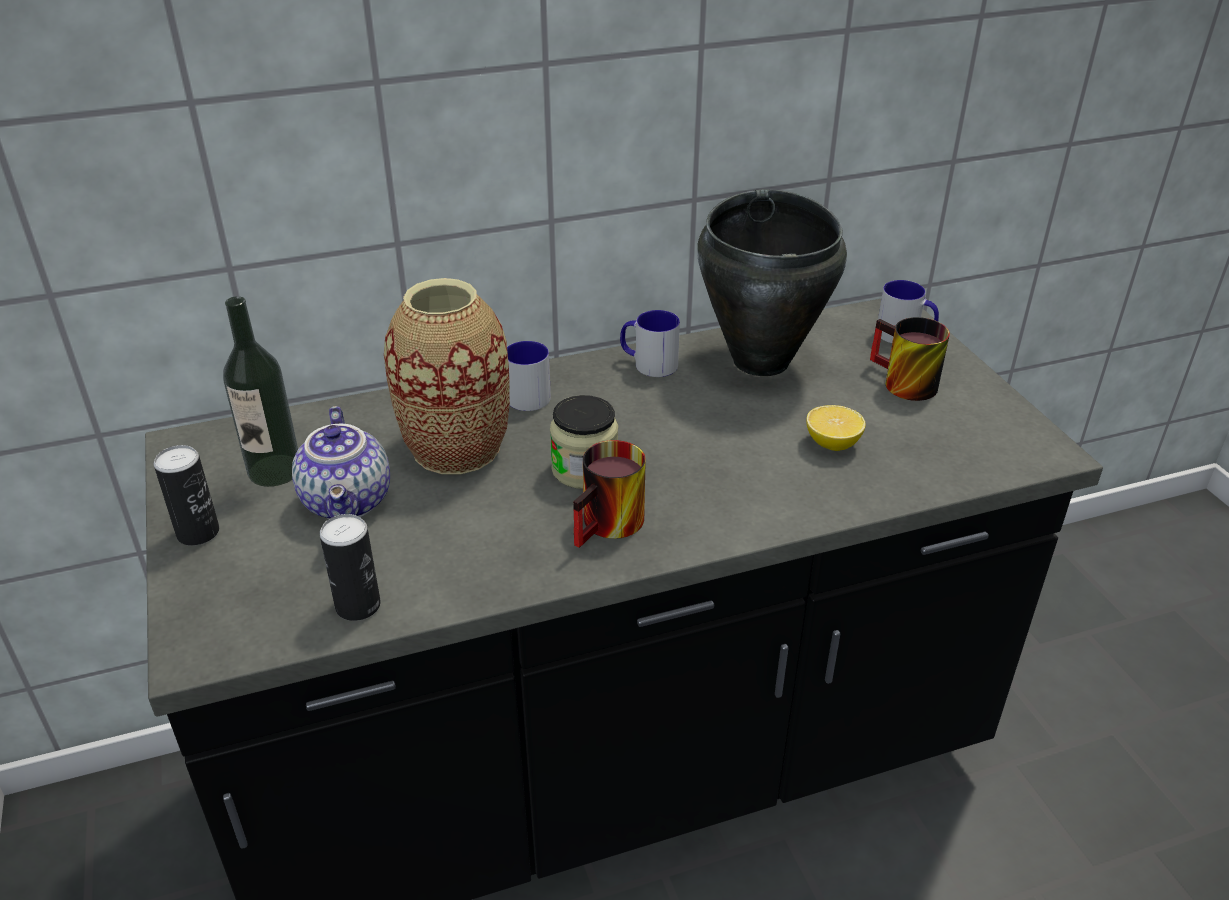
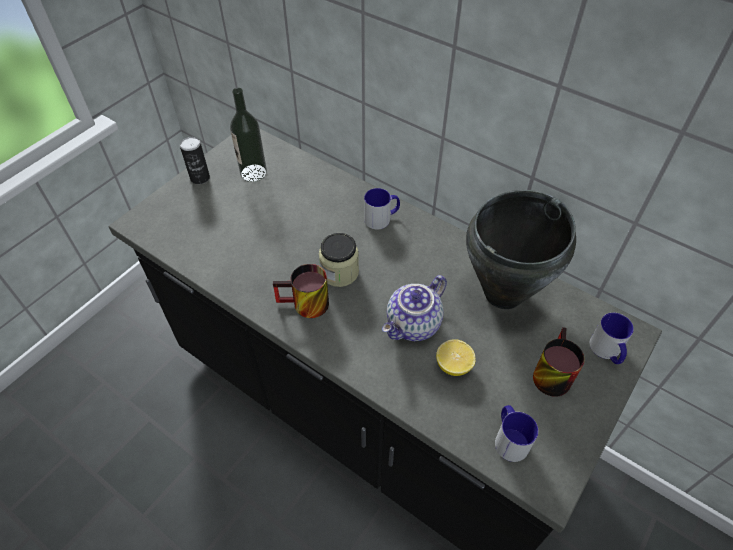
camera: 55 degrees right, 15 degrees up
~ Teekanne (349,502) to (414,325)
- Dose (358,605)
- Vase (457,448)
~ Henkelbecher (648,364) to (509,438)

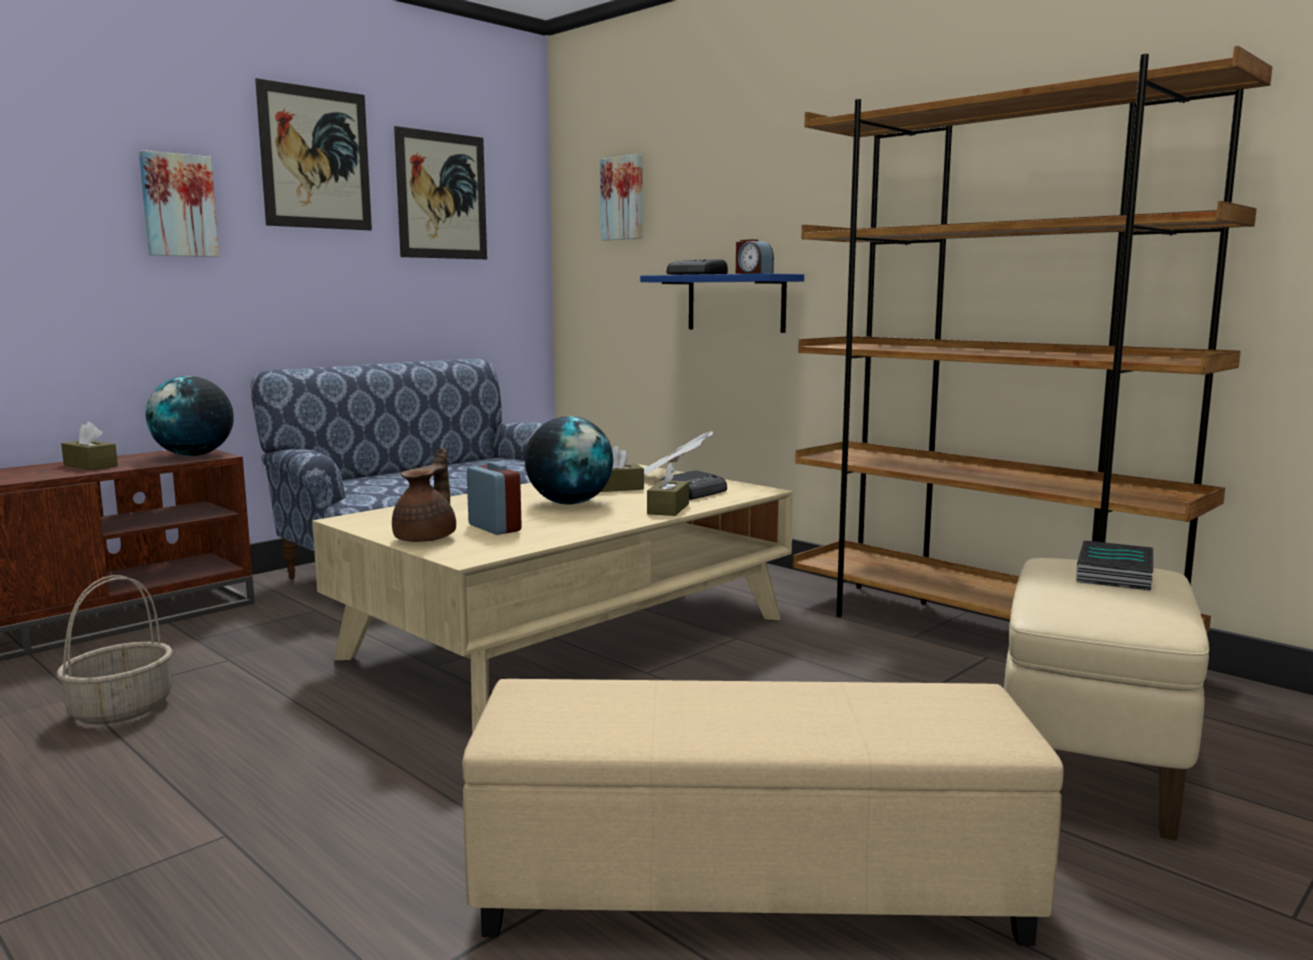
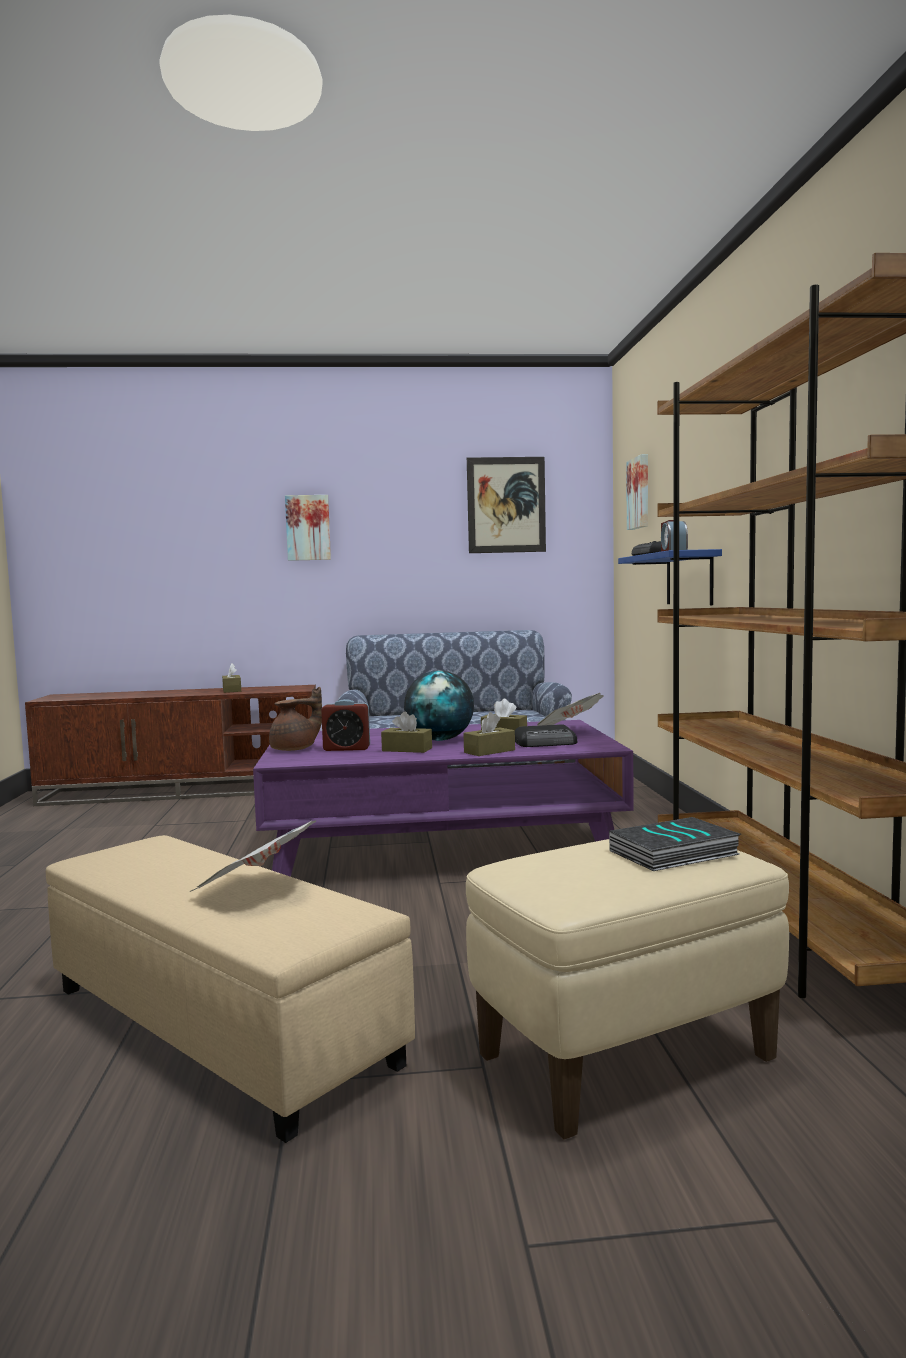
camera: 40 degrees right, 5 degrees down
- Korb (122,708)
- Globus (194,455)
- Bild (315,158)
~ Couchtisch [beige] (572,636) to Couchtisch [lila] (443,848)
~ Wecker (494,528) = (346,748) 90 degrees clockwise
+ Zeitung (255,889)
+ Taschentuchbox [braun] (407,749)

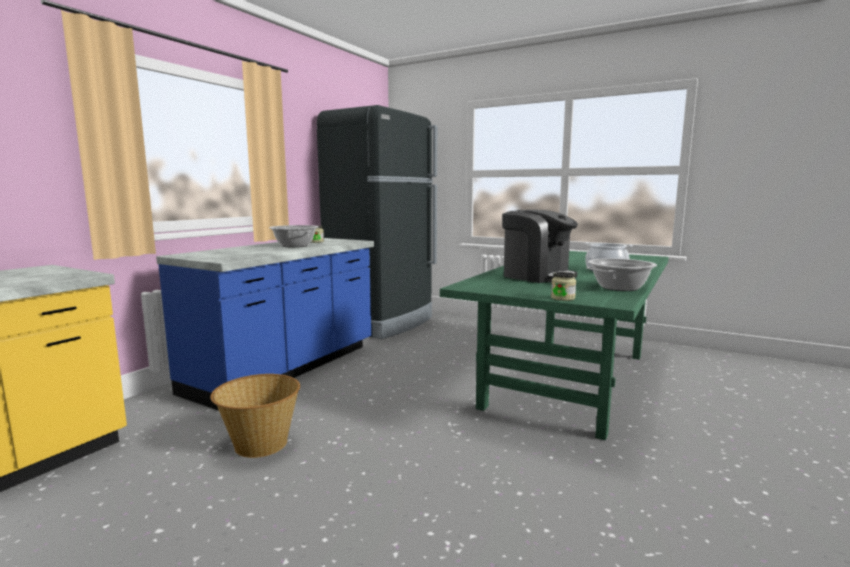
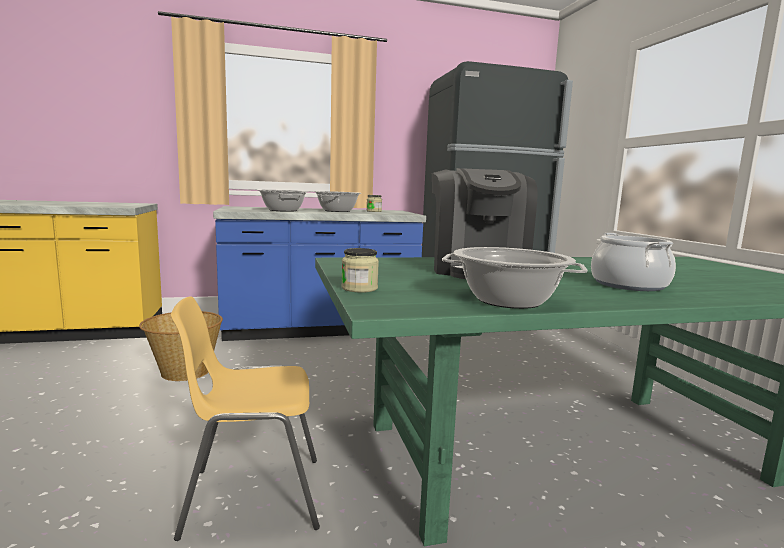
camera: 45 degrees right, 0 degrees up
+ Stuhl [gelb] (252,496)
+ Kochtopf (283,210)

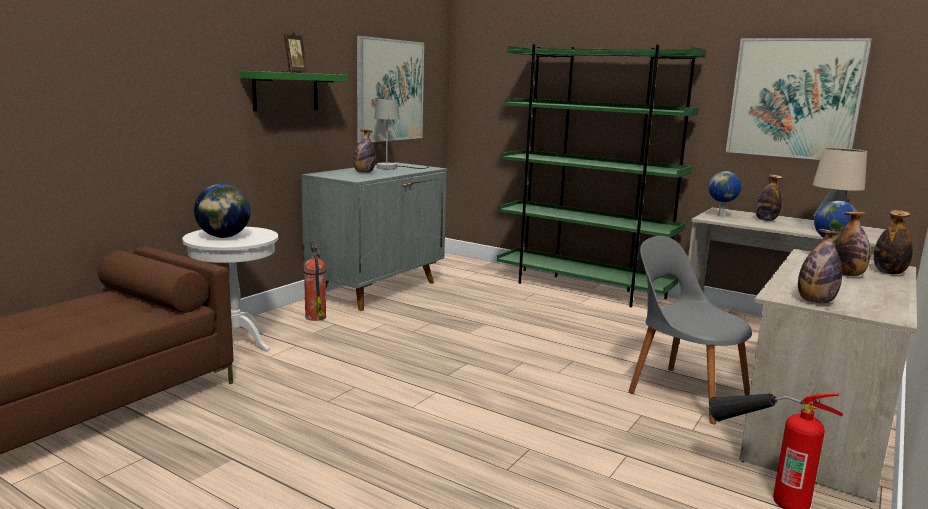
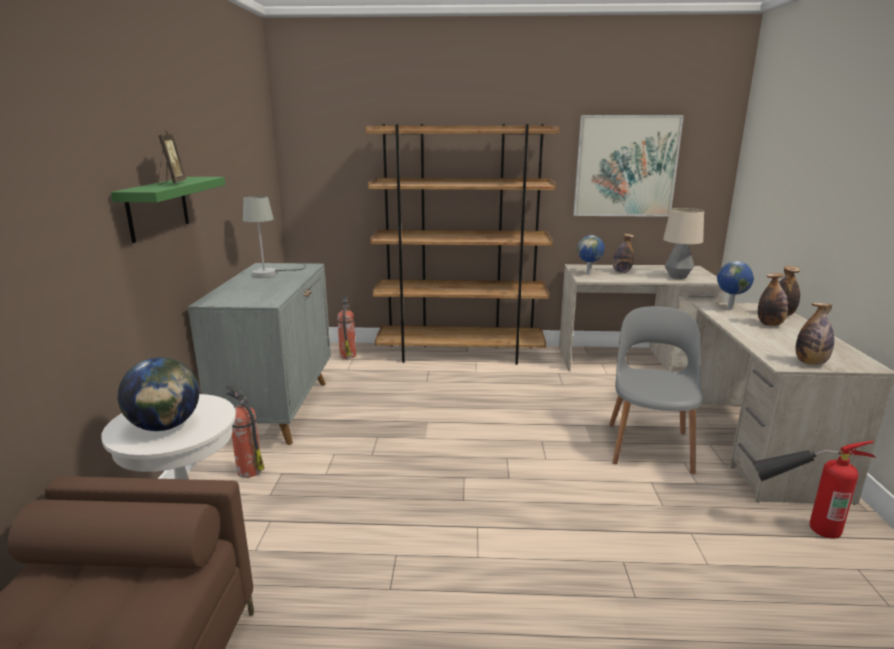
camera: 30 degrees left, 5 degrees up
- Flasche (364,172)
- Bild (390,90)
~ Bücherregal [grün] (582,289) to Bücherregal [braun] (460,354)
~ Stuhl [grau] (684,392) = (649,445) 90 degrees clockwise
+ Feuerlöscher (348,355)

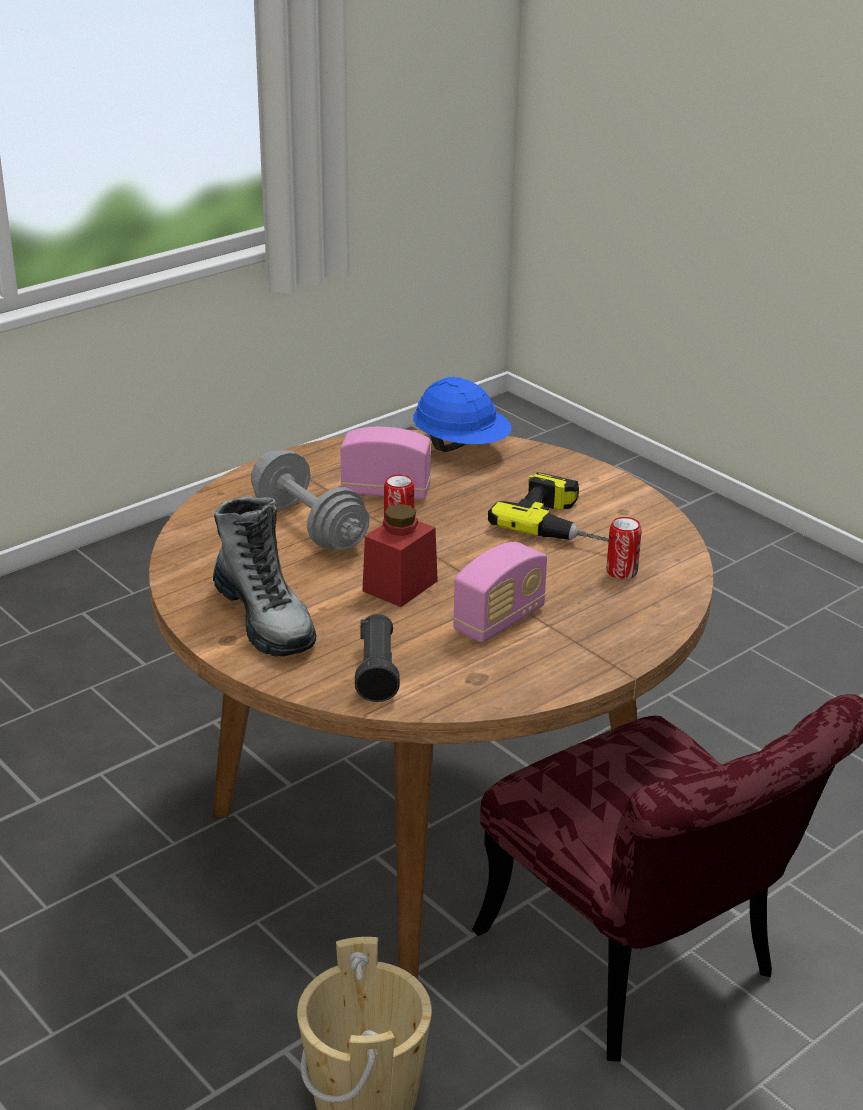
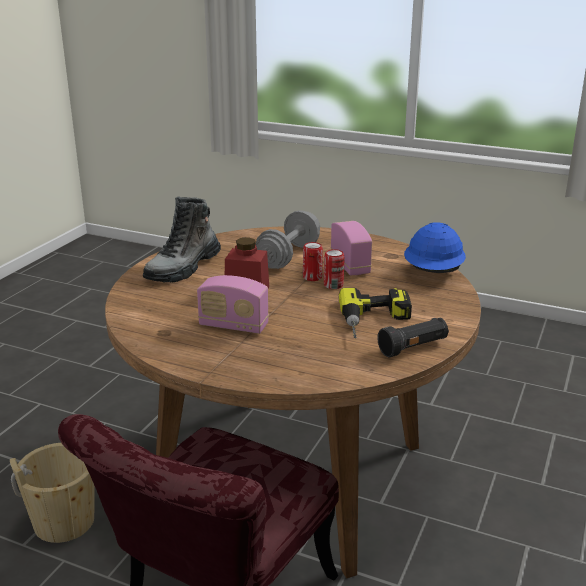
camera: 65 degrees right, 5 degrees down
~ Taschenlampe [schwarz] (377,672) to (413,348)
~ Dose (621,572) to (333,285)

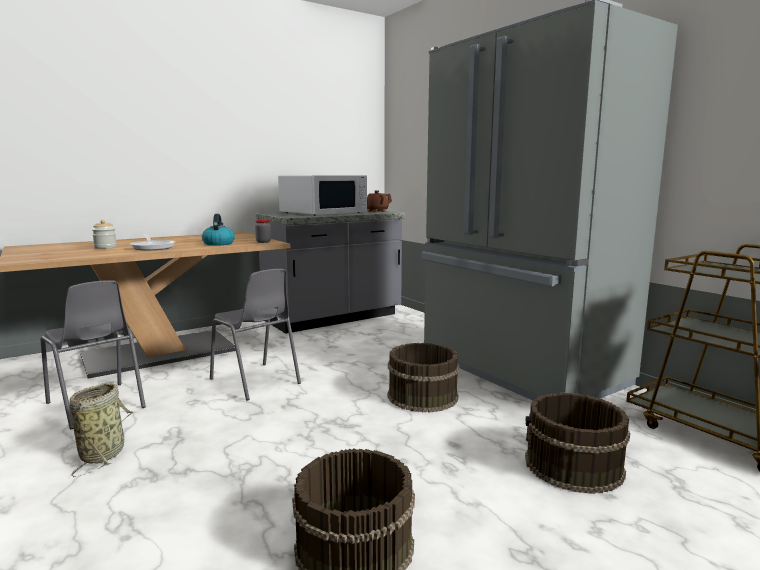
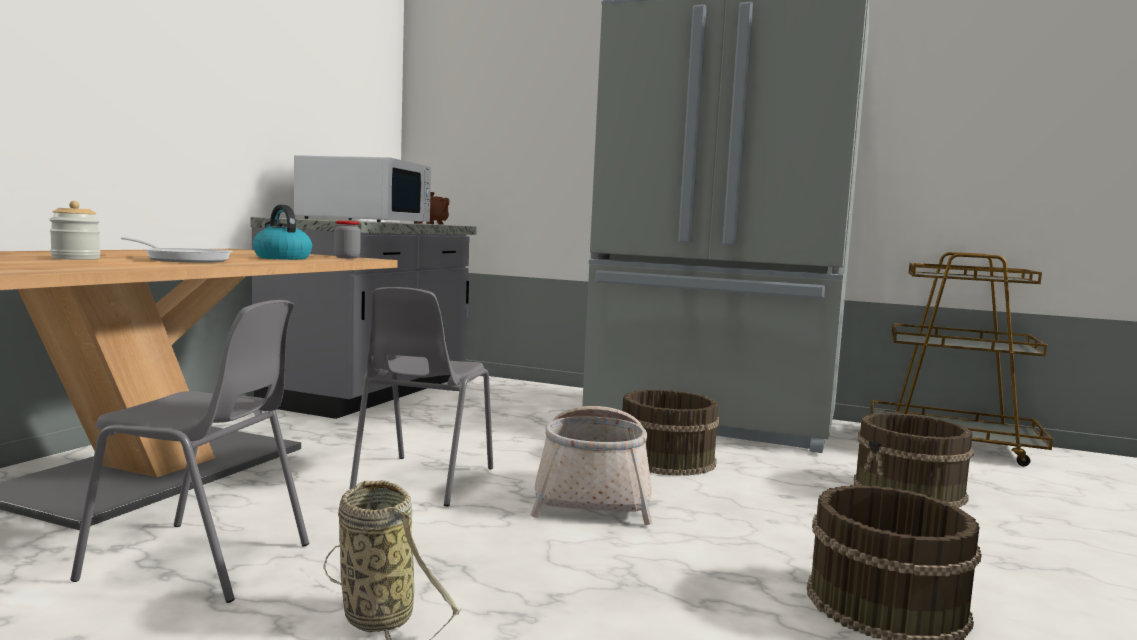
camera: 35 degrees left, 5 degrees down
~ Stuhl [grau] (255,381) = (422,481) 90 degrees clockwise
+ Korb (593,494)

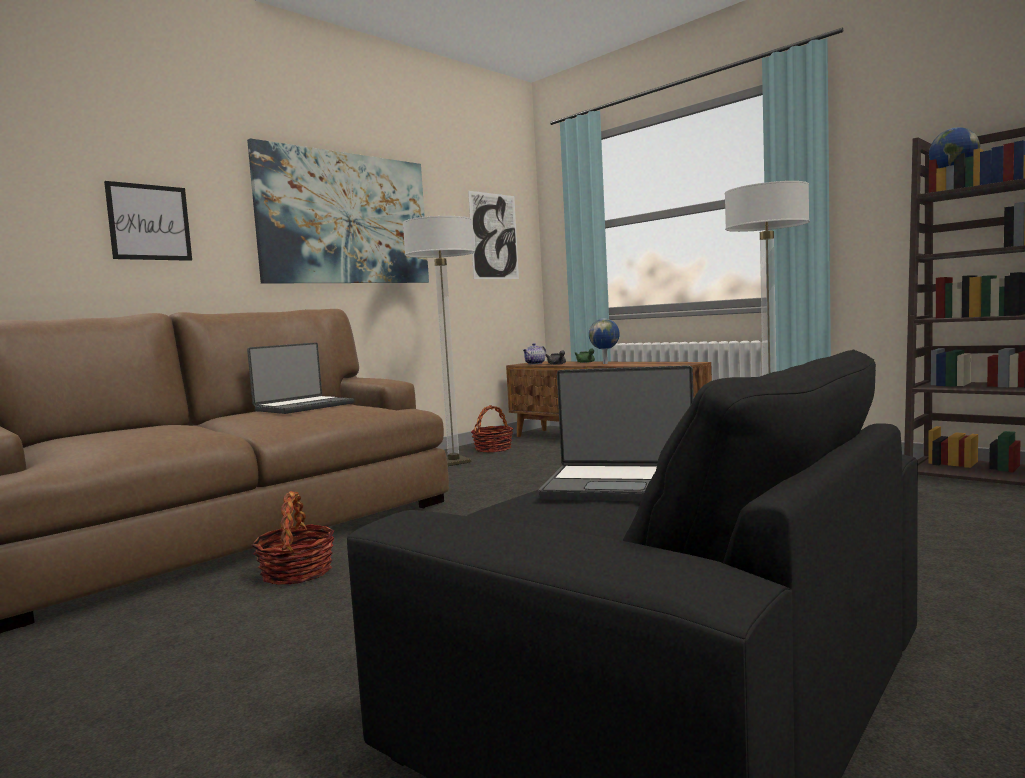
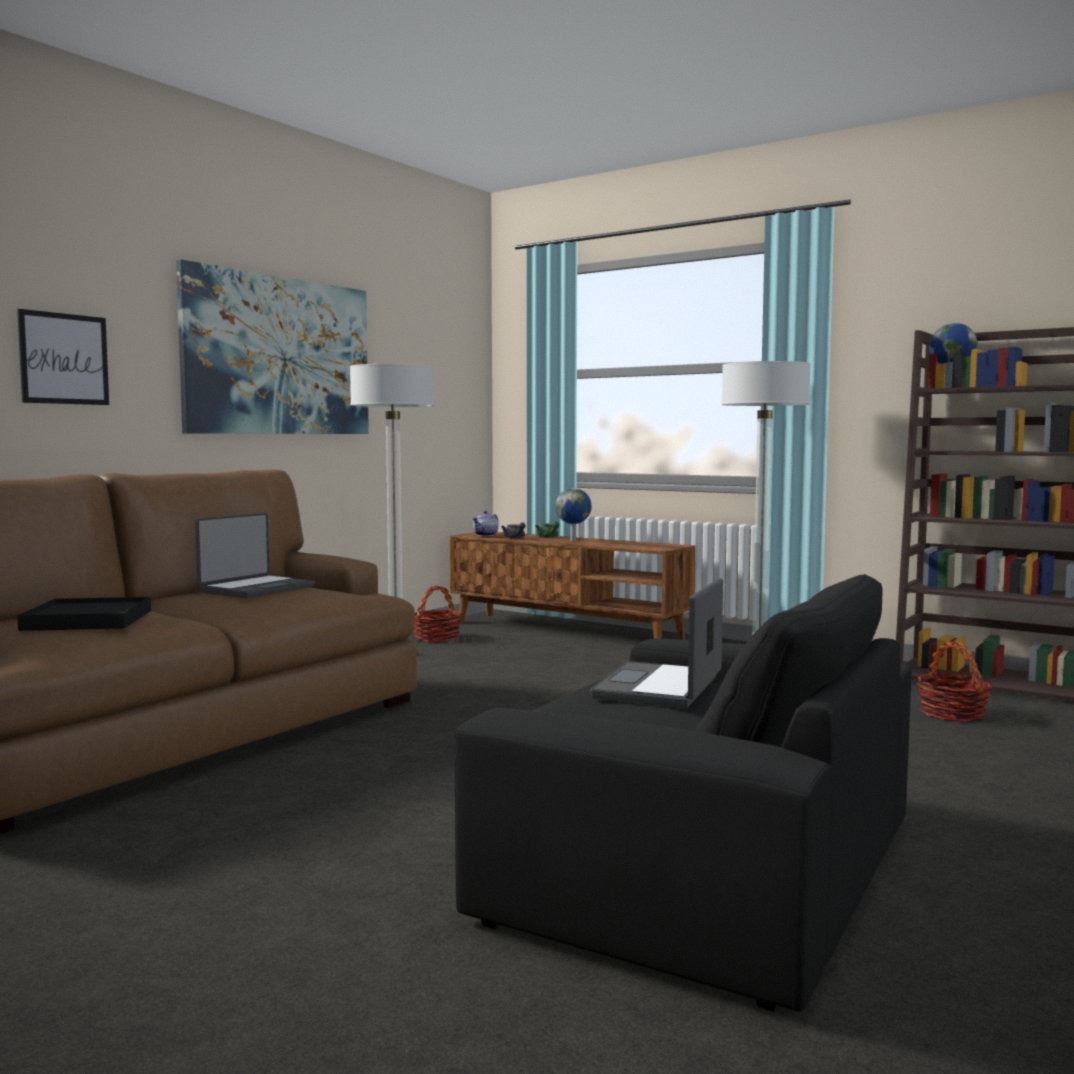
camera: 10 degrees left, 0 degrees up
~ Korb (297,573) to (952,714)
- Bild (494,236)
~ Laptop (621,486) = (661,688) 105 degrees clockwise
+ Tablett [schwarz] (87,620)

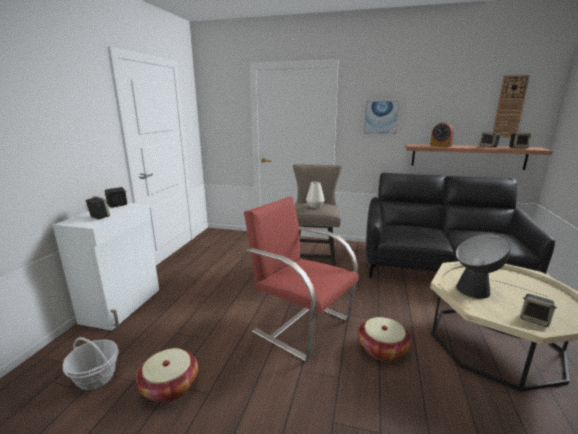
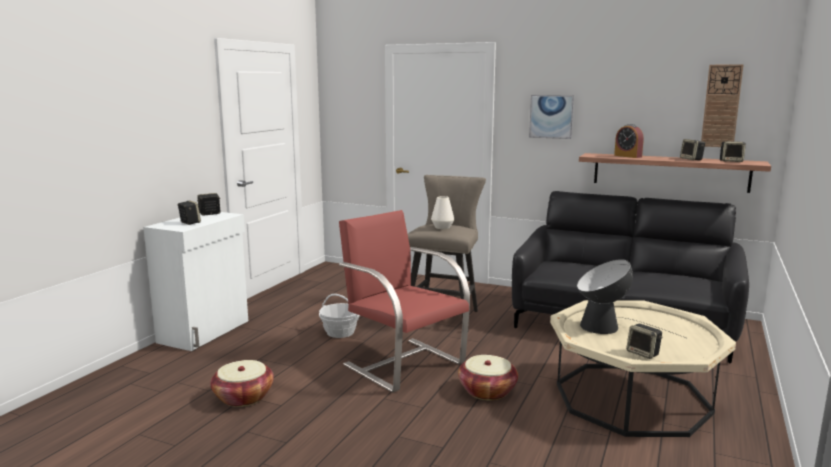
camera: 10 degrees right, 5 degrees down
~ Korb (96,377) to (340,332)

